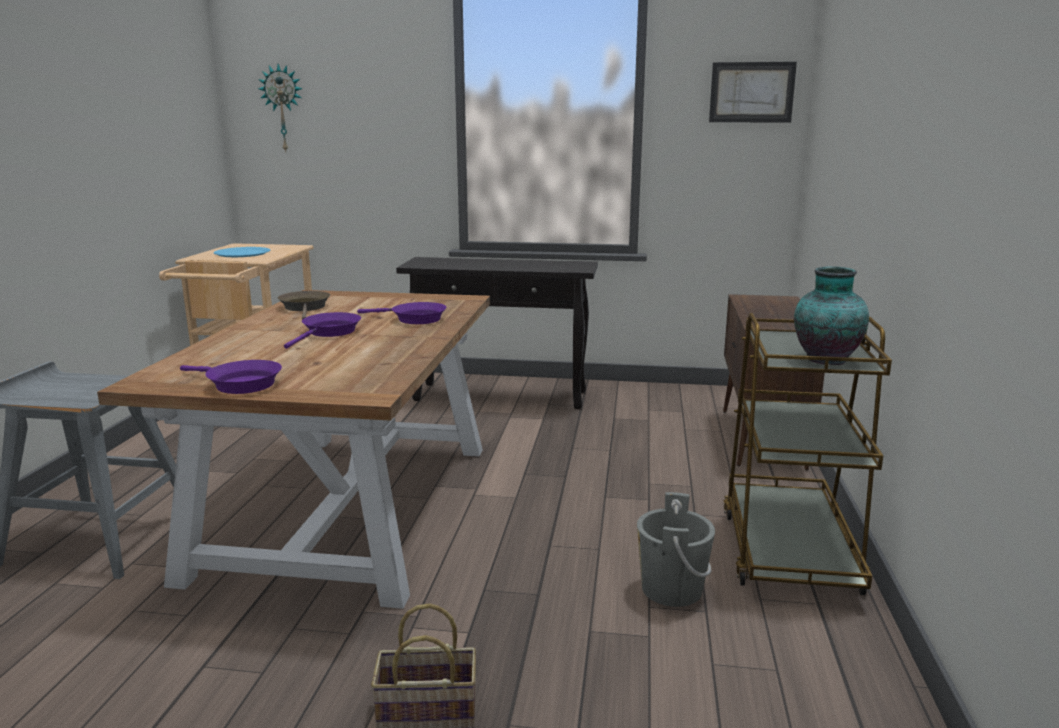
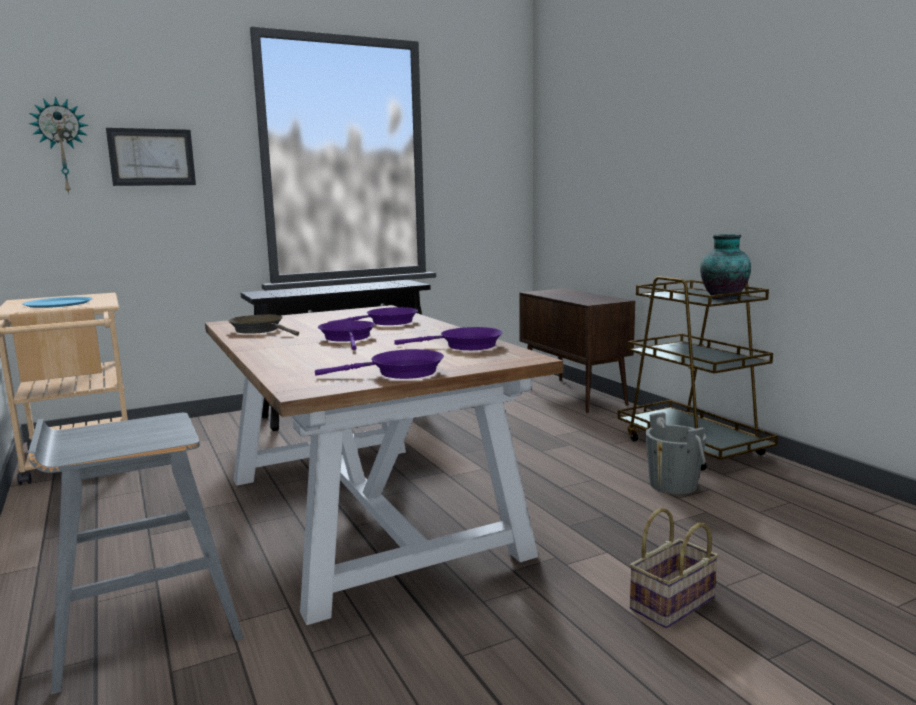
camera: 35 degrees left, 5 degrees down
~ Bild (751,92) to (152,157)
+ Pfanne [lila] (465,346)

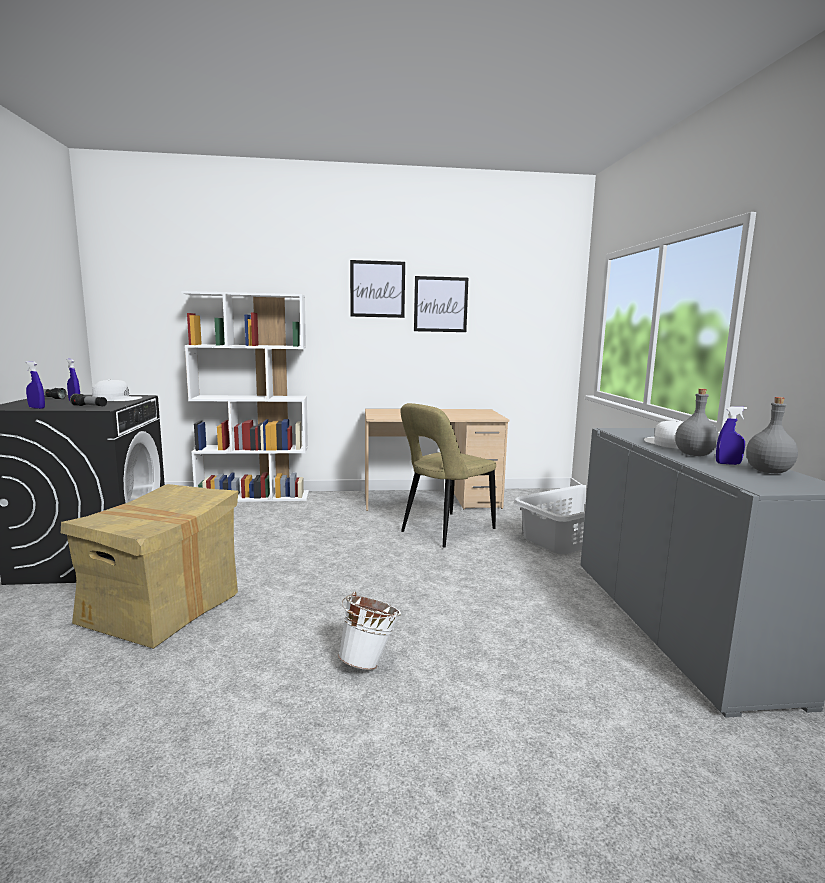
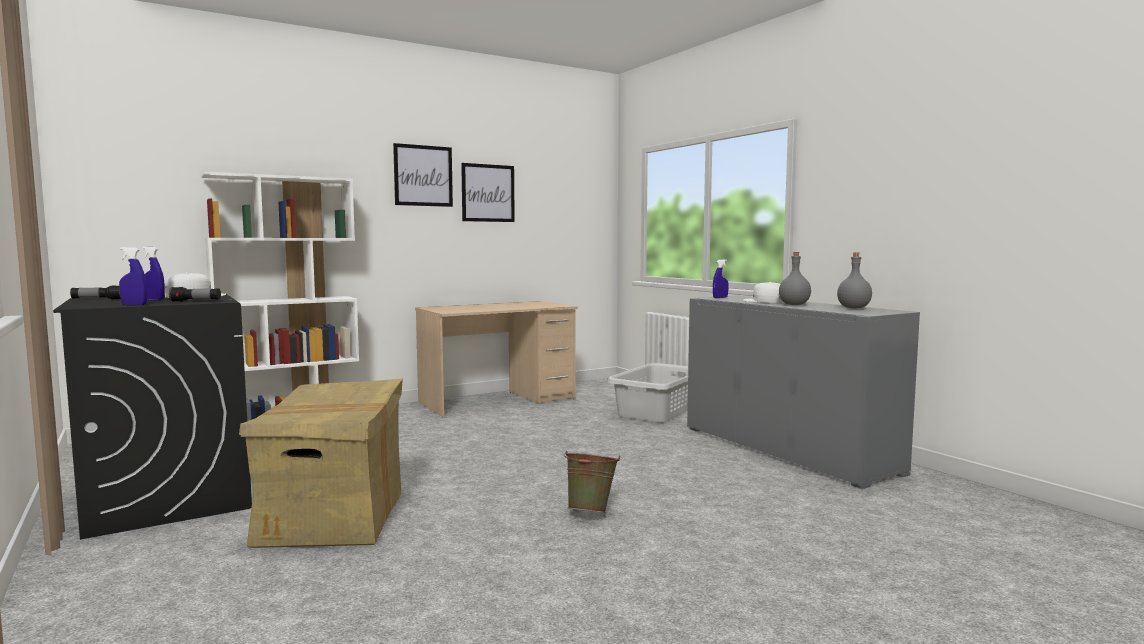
camera: 25 degrees left, 5 degrees down
~ Eimer [weiß] (369,661) to Eimer [grün] (591,512)
- Stuhl [beige] (444,531)
~ Sprühflasche [blau] (728,463) to (720,298)

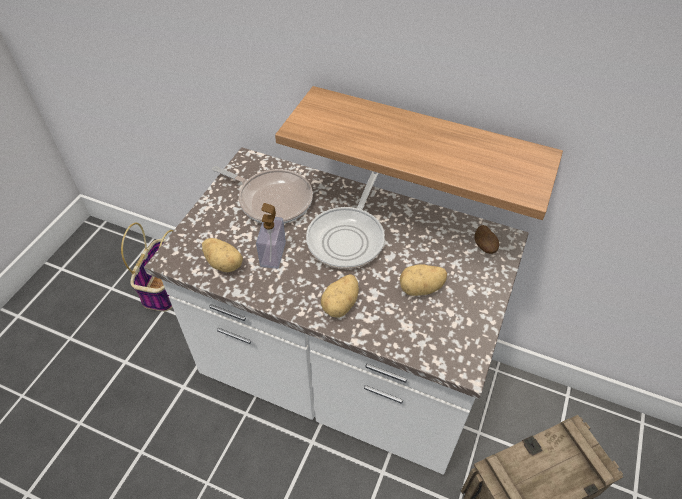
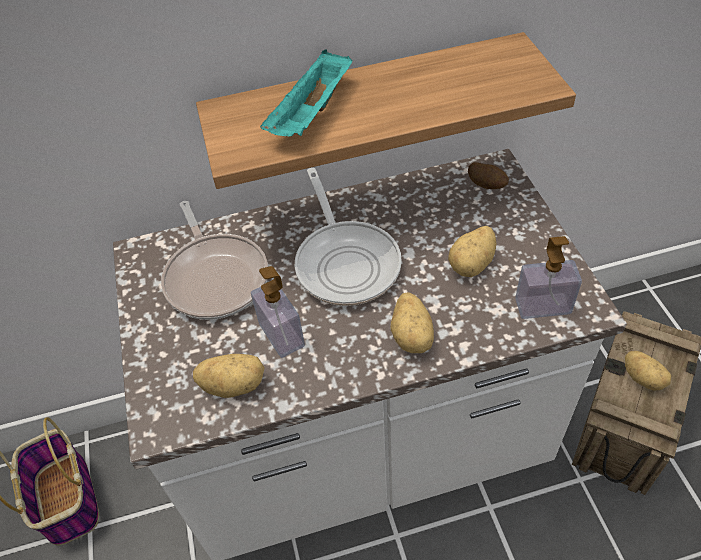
camera: 35 degrees left, 0 degrees up
~ Pfanne (272,199) = (216,277) 75 degrees clockwise
+ Tablett [türkis] (312,114)
+ Seifenspender (542,306)
+ Kartoffel (643,378)

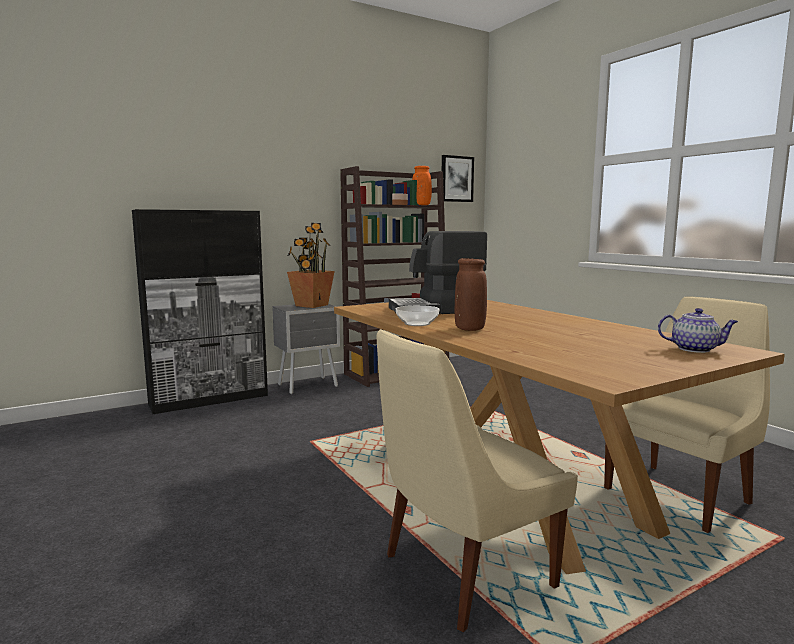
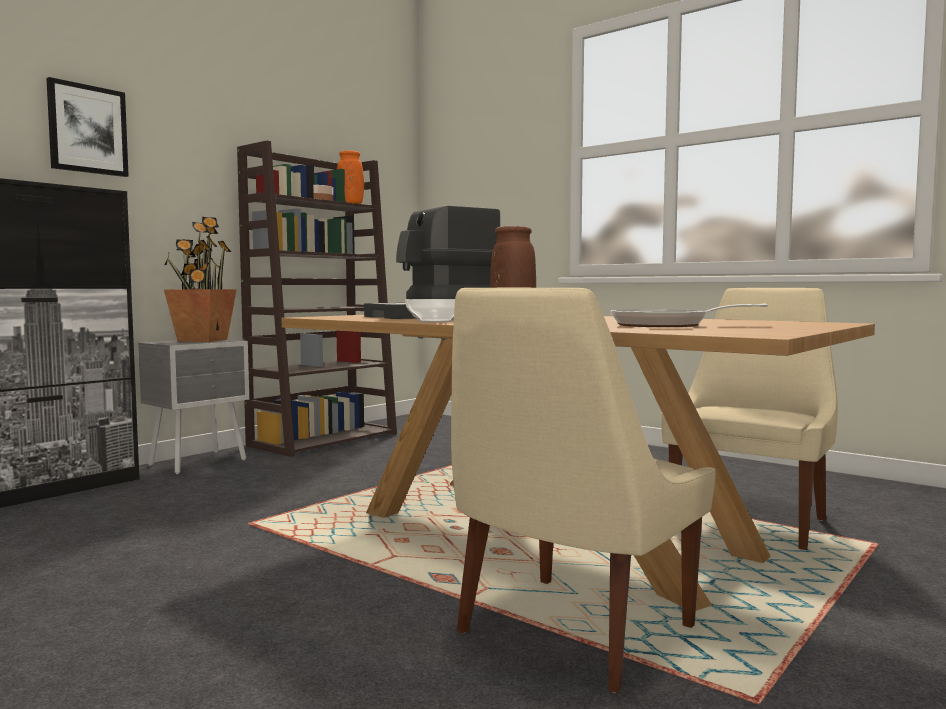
camera: 20 degrees left, 5 degrees down
~ Bild (456,179) to (87,129)
- Teekanne (695,349)
+ Pfanne (667,325)

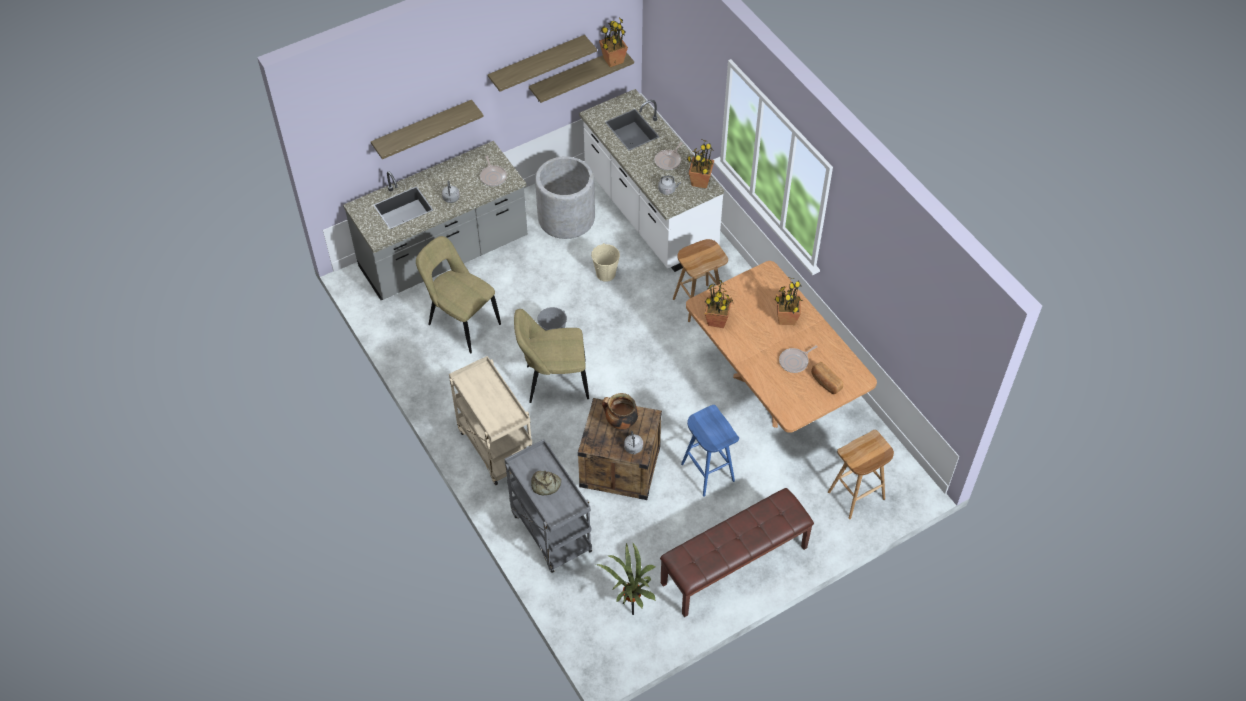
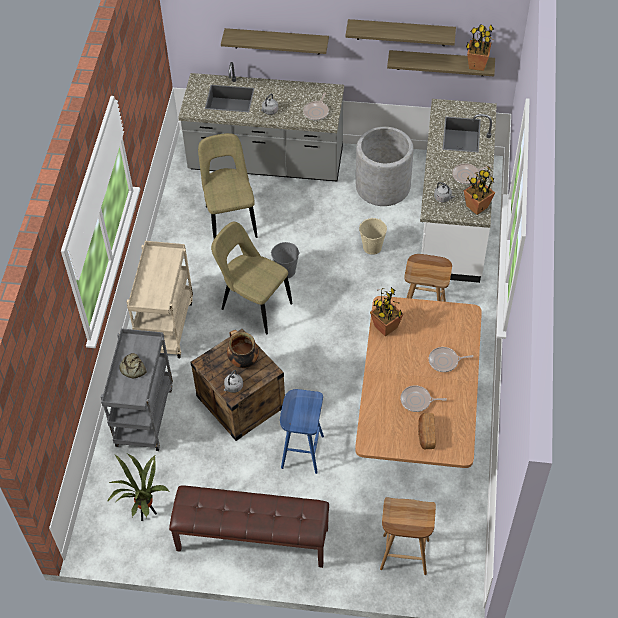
camera: 40 degrees right, 0 degrees up
~ Topfpflanze (786,318) to Pfanne (445,361)

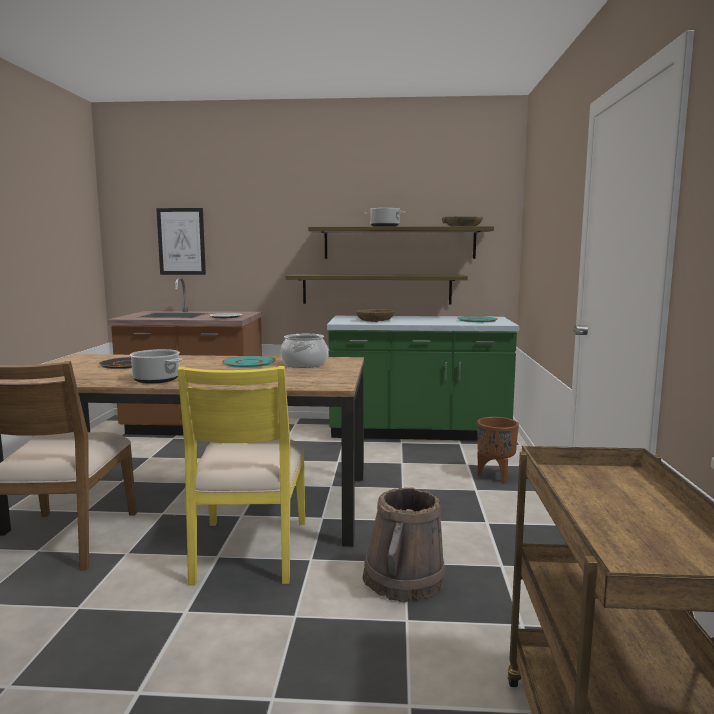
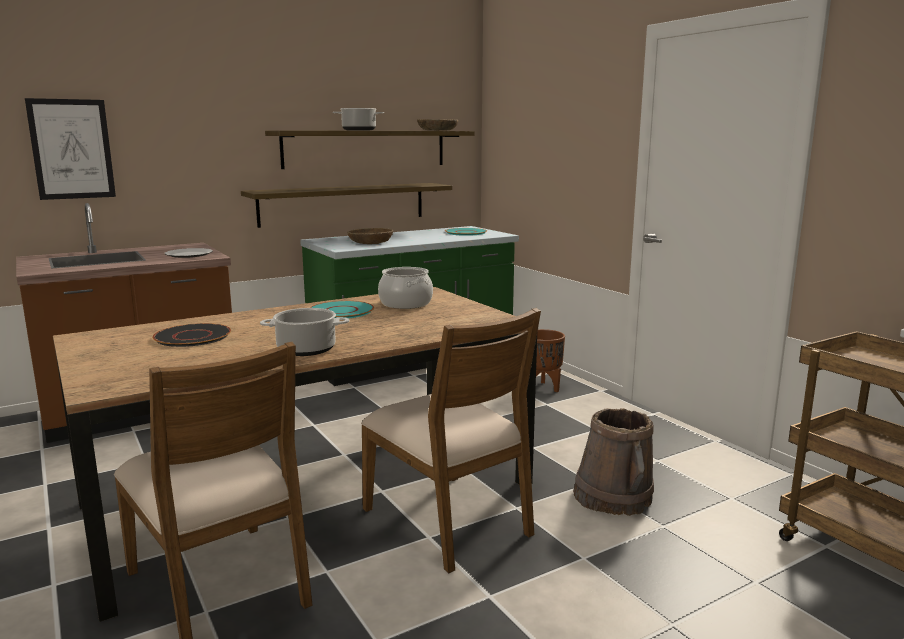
camera: 35 degrees left, 5 degrees up
~ Stuhl [gelb] (249,551) to Stuhl [braun] (449,521)

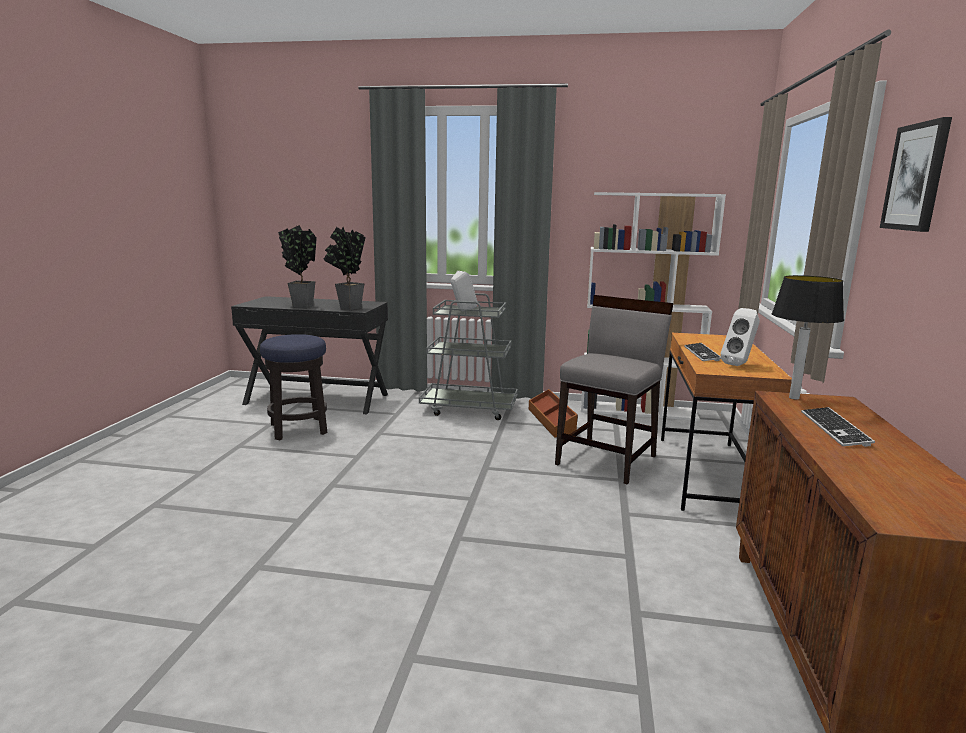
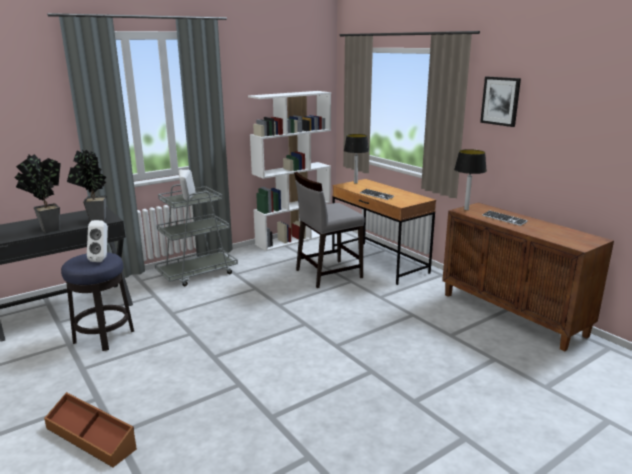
camera: 45 degrees left, 5 degrees up
~ Aufbewahrungsbox [braun] (552,421) to (91,437)
~ Stuhl [grau] (607,460) = (328,273) 105 degrees counterclockwise
~ Lautsprecher [weiß] (739,364) to (102,259)
+ Tischlampe (356,183)

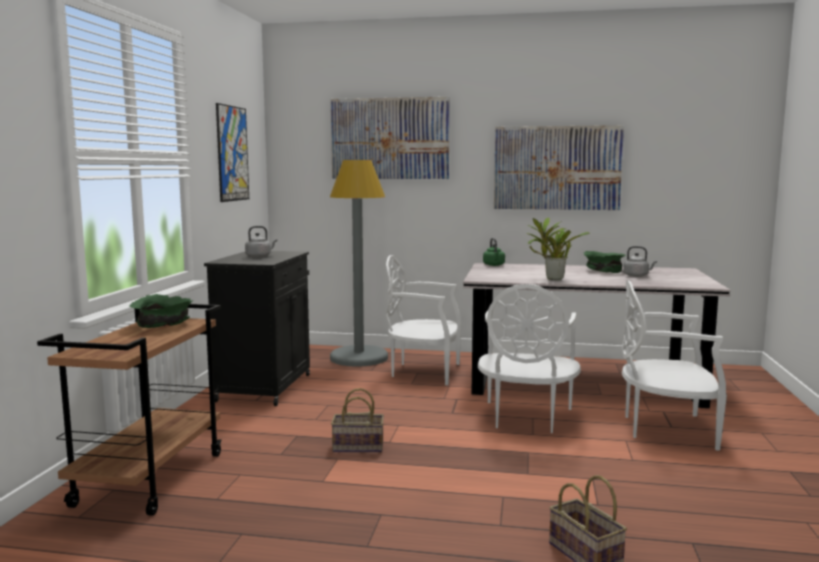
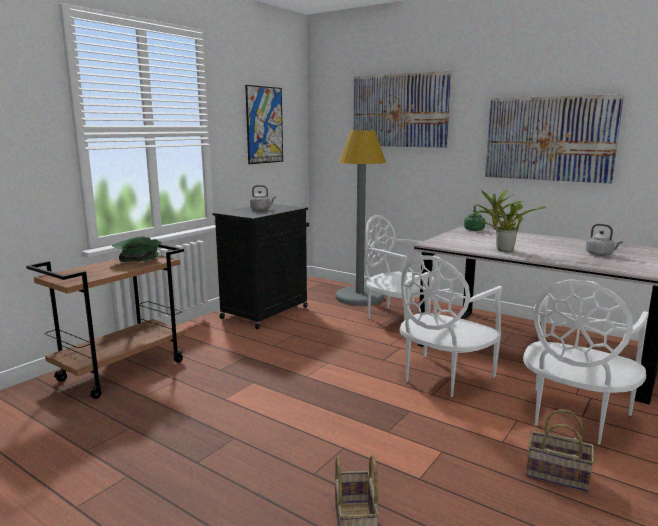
camera: 25 degrees right, 5 degrees up
~ Korb (356,447) to (555,476)
- Schüssel [grün] (604,270)
~ Stuhl [weiß] (665,429) = (573,417) 90 degrees counterclockwise

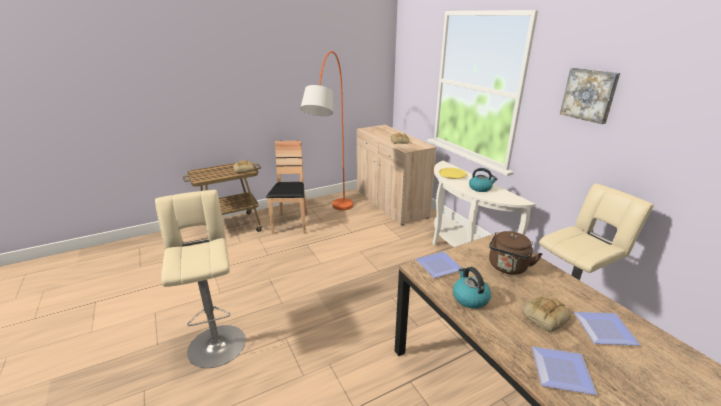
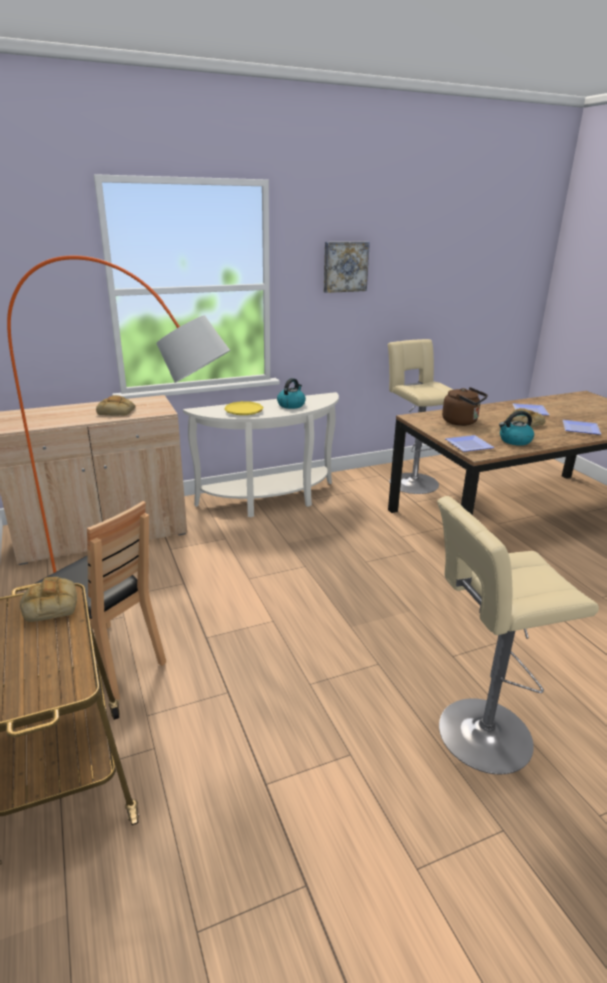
camera: 85 degrees left, 0 degrees up
~ Stuhl [braun] (291,223) = (108,661) 150 degrees counterclockwise

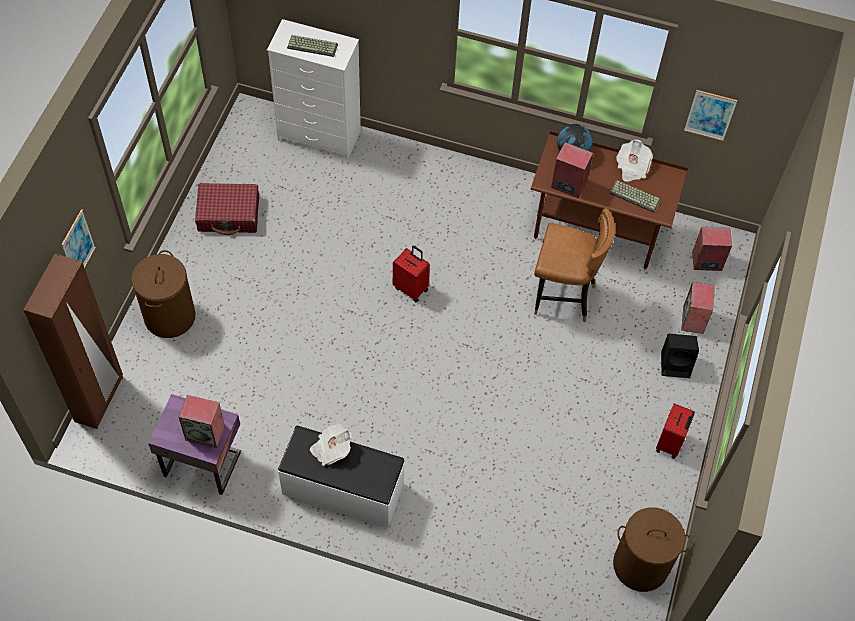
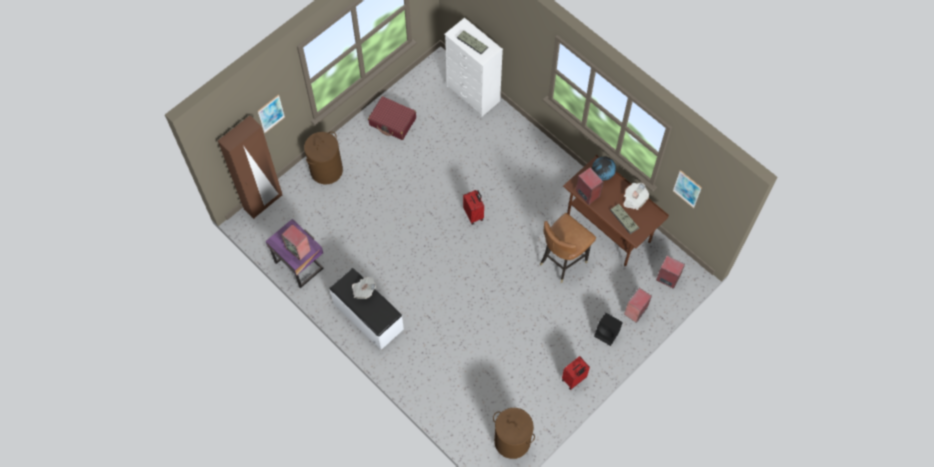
camera: 30 degrees right, 5 degrees up
~ Stuhl [braun] (563,297) = (562,261) 90 degrees clockwise

